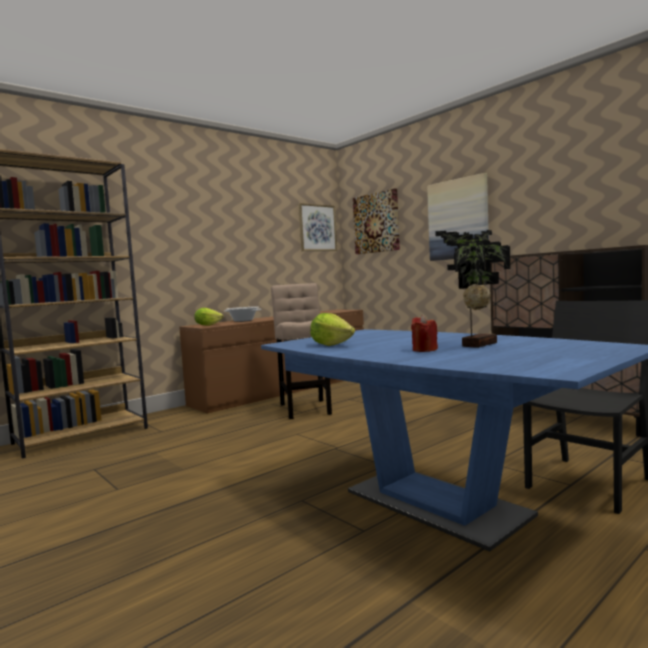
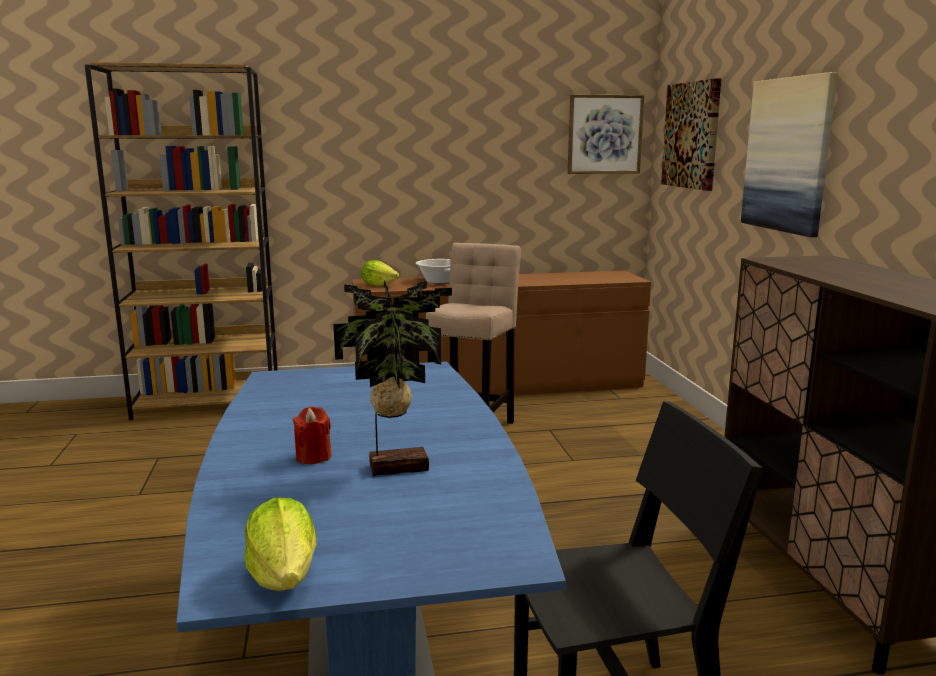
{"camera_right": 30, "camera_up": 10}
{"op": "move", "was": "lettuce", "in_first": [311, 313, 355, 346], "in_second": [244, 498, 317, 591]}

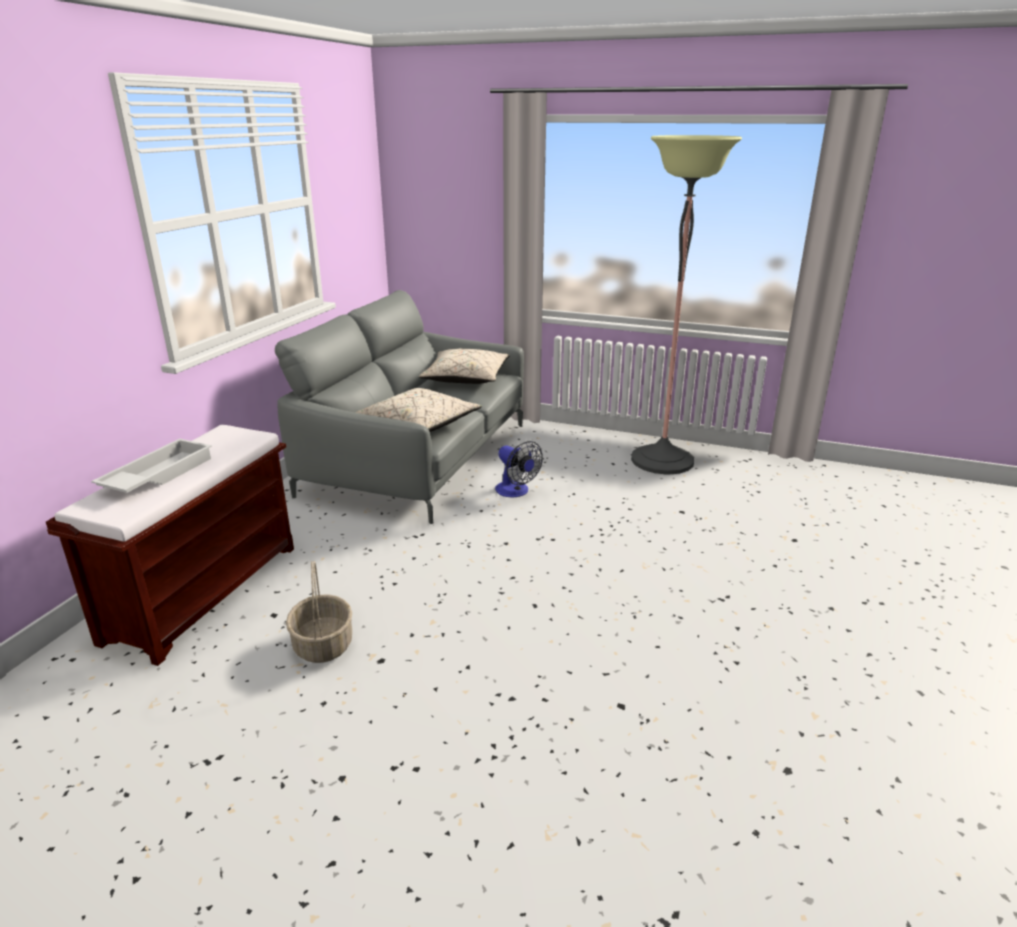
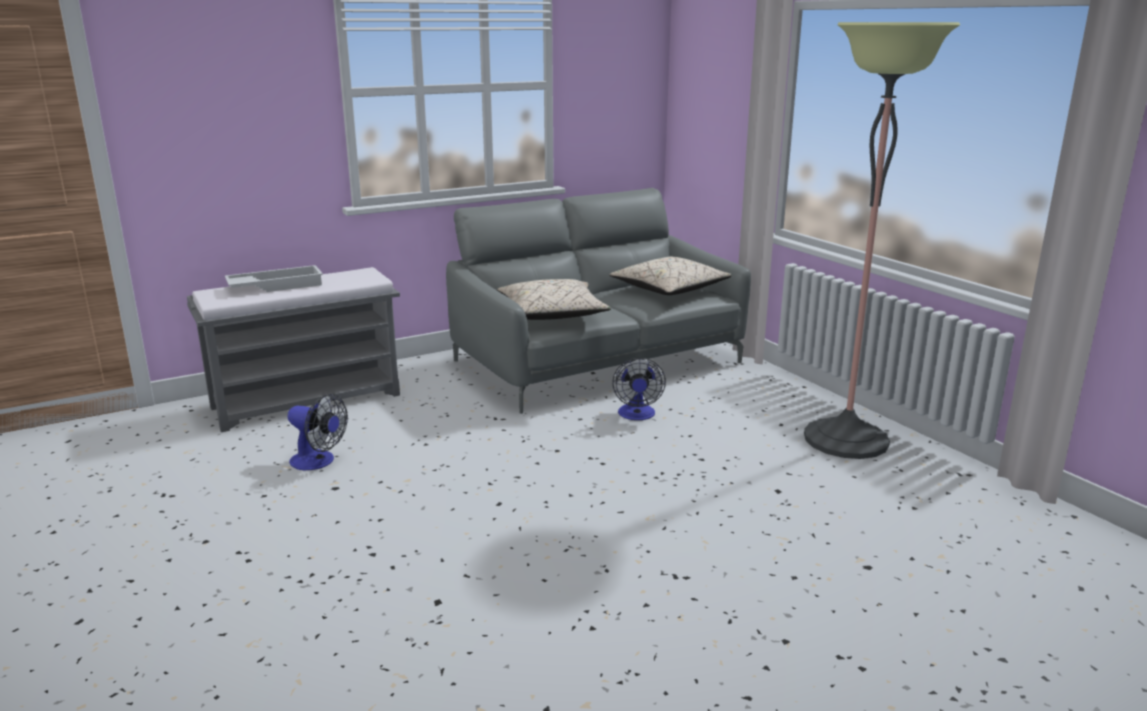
{"camera_right": 40, "camera_up": -5}
{"op": "recolor", "was": "bench (brown)", "now": "bench (grey)", "in_first": [46, 425, 294, 666], "in_second": [187, 267, 400, 432]}
{"op": "replace", "was": "basket", "now": "fan", "in_first": [286, 561, 352, 663], "in_second": [287, 394, 348, 470]}

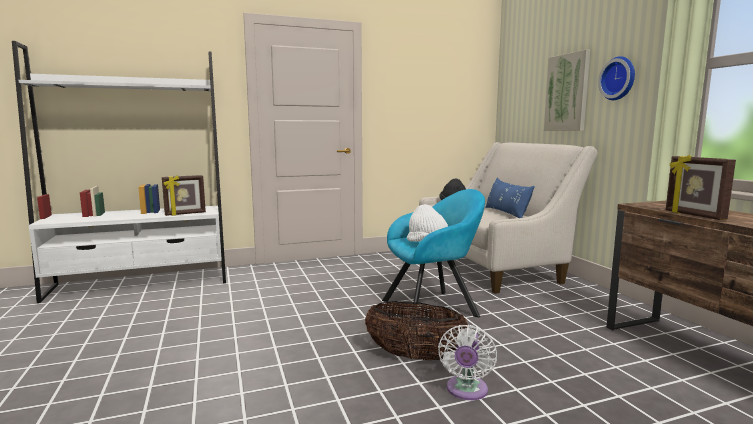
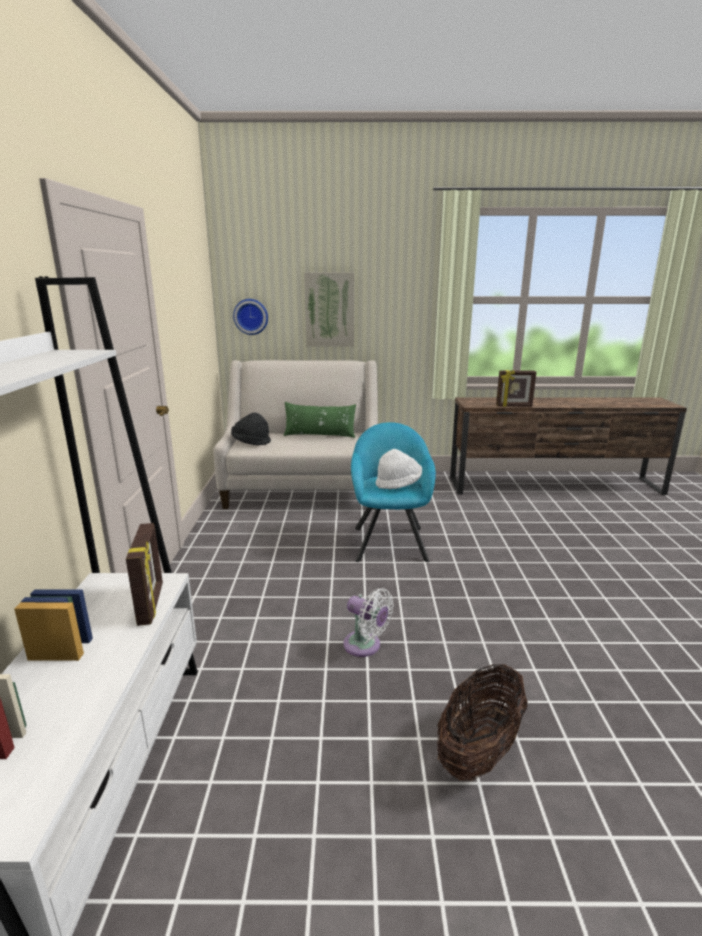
{"camera_right": -70, "camera_up": 10}
{"op": "move", "was": "wall clock", "in_first": [598, 56, 635, 100], "in_second": [233, 299, 268, 335]}
{"op": "recolor", "was": "pillow (blue)", "now": "pillow (green)", "in_first": [485, 178, 535, 218], "in_second": [283, 402, 356, 438]}
{"op": "move", "was": "fan (white)", "in_first": [438, 325, 497, 400], "in_second": [343, 588, 393, 657]}
{"op": "move", "was": "basket", "in_first": [365, 301, 468, 360], "in_second": [437, 663, 528, 781]}

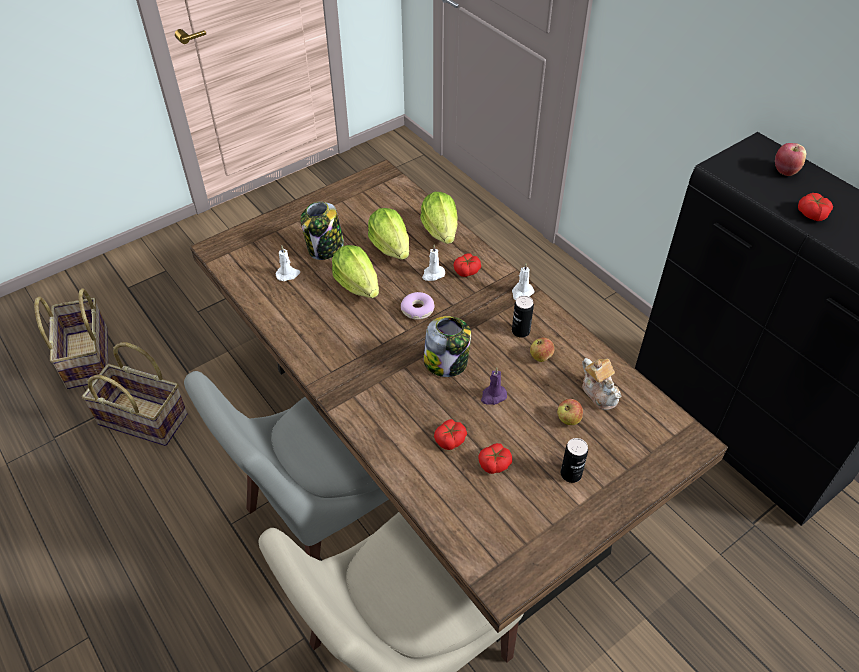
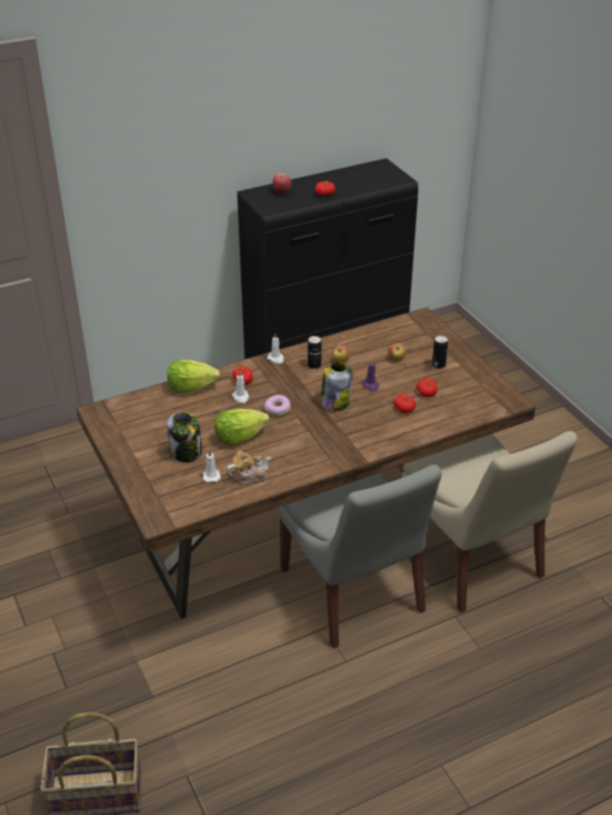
{"camera_right": -80, "camera_up": -10}
{"op": "move", "was": "teapot", "in_first": [582, 358, 621, 410], "in_second": [226, 451, 271, 485]}
{"op": "delete", "was": "basket", "in_first": [82, 342, 188, 446]}
{"op": "delete", "was": "lettuce", "in_first": [368, 208, 409, 260]}

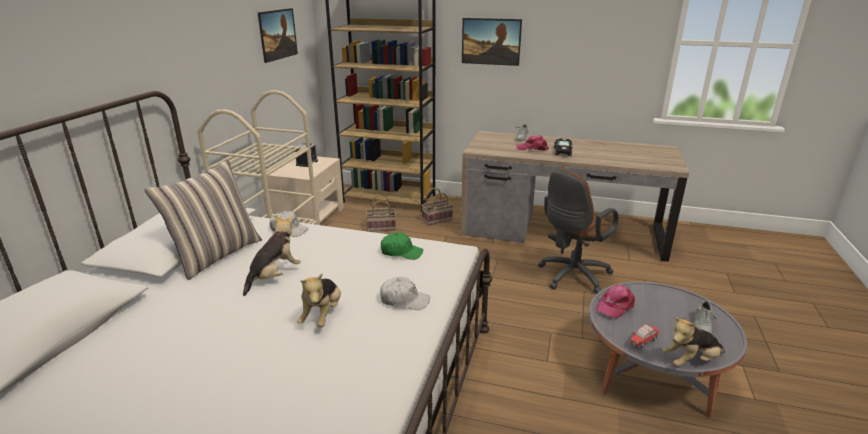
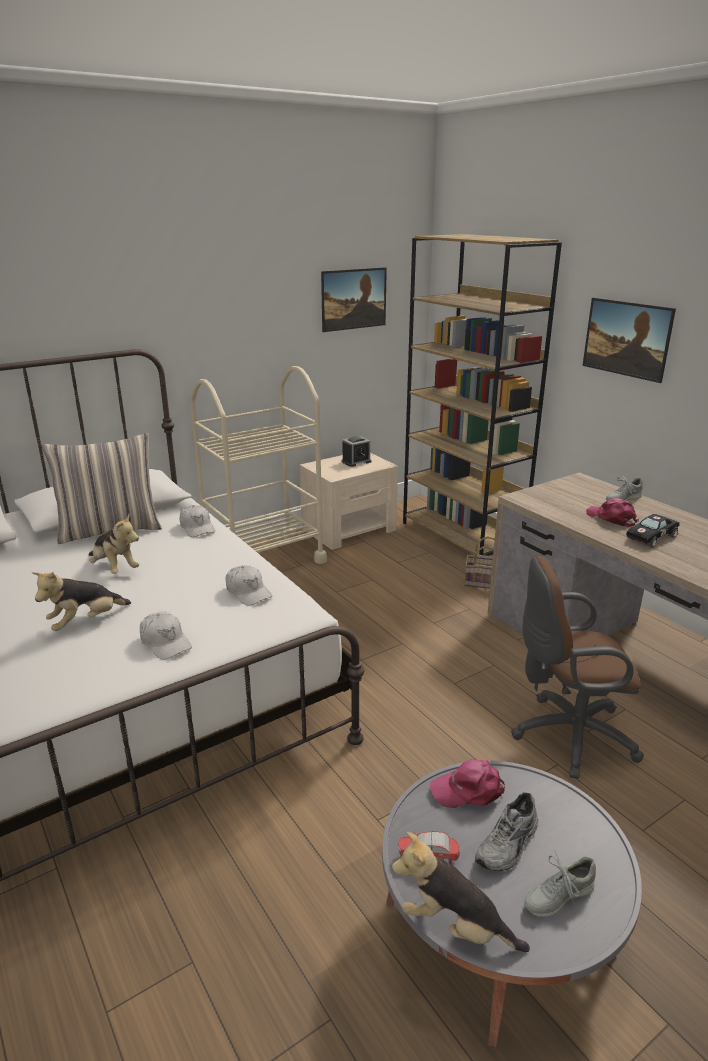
{"camera_right": 40, "camera_up": 0}
{"op": "rotate", "was": "plush toy", "in_first": [243, 215, 301, 296], "in_second": [89, 514, 139, 574], "clockwise": 60}
{"op": "recolor", "was": "cap (green)", "now": "cap (white)", "in_first": [381, 232, 423, 260], "in_second": [226, 565, 272, 606]}
{"op": "insert", "now": "shoe (grey)", "in_second": [475, 792, 538, 871]}
{"op": "delete", "was": "basket", "in_first": [366, 194, 396, 232]}

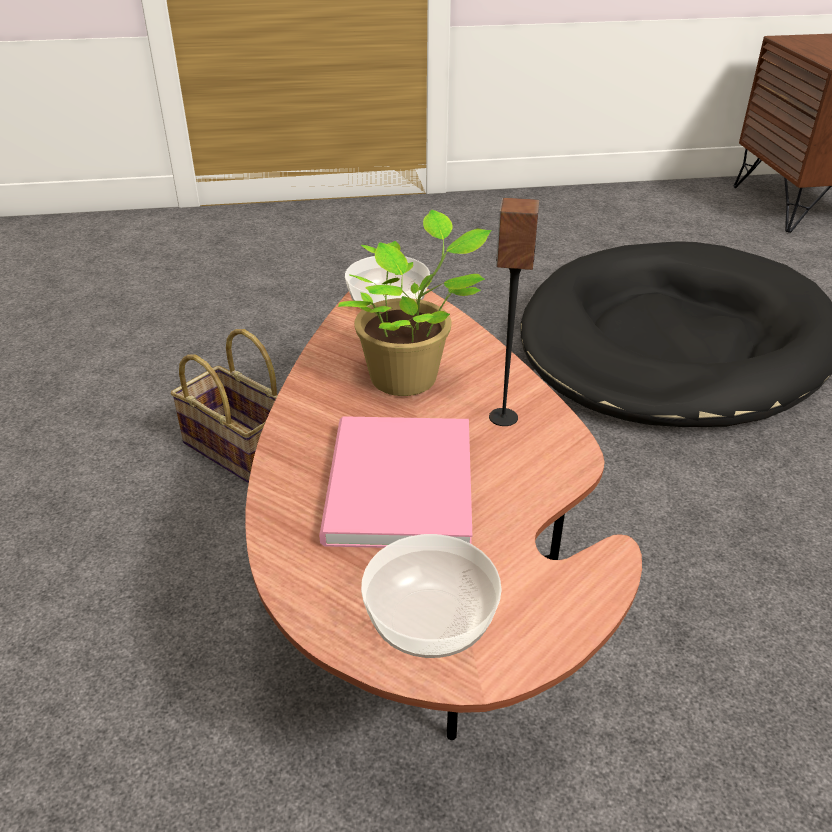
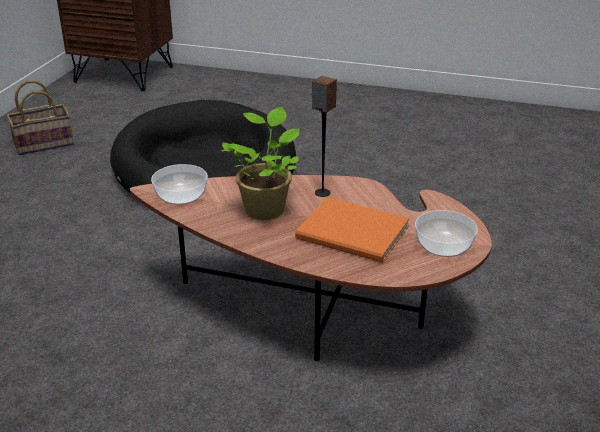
{"camera_right": -65, "camera_up": -5}
{"op": "move", "was": "basket", "in_first": [171, 329, 278, 483], "in_second": [7, 80, 74, 155]}
{"op": "recolor", "was": "book (pink)", "now": "book (orange)", "in_first": [319, 416, 472, 548], "in_second": [295, 197, 410, 263]}

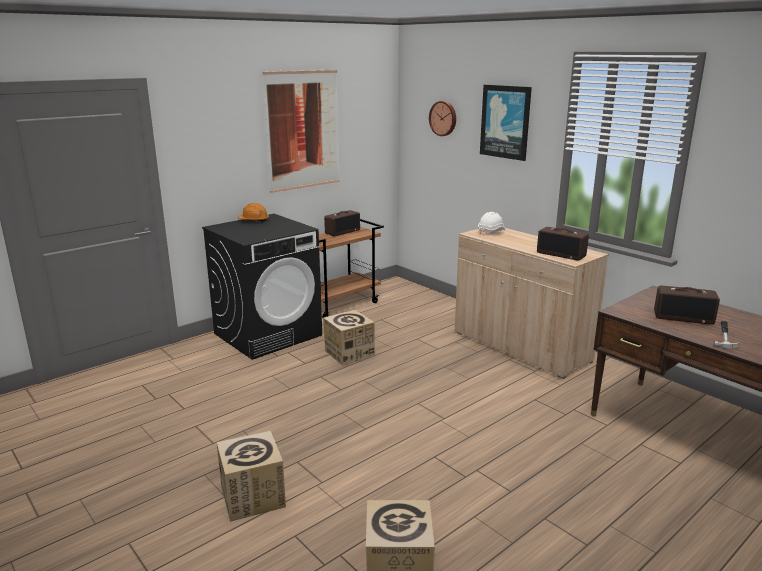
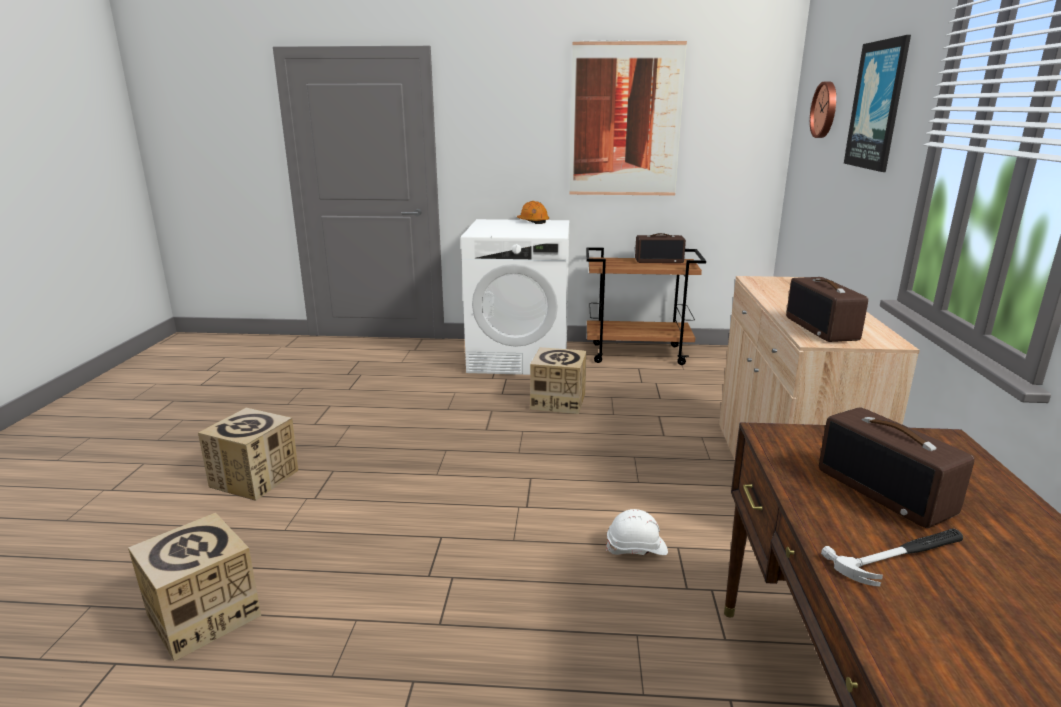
{"camera_right": 45, "camera_up": 0}
{"op": "recolor", "was": "washing machine (black)", "now": "washing machine (white)", "in_first": [202, 214, 322, 360], "in_second": [461, 219, 569, 375]}
{"op": "move", "was": "hard hat (white)", "in_first": [478, 212, 506, 236], "in_second": [606, 509, 668, 555]}

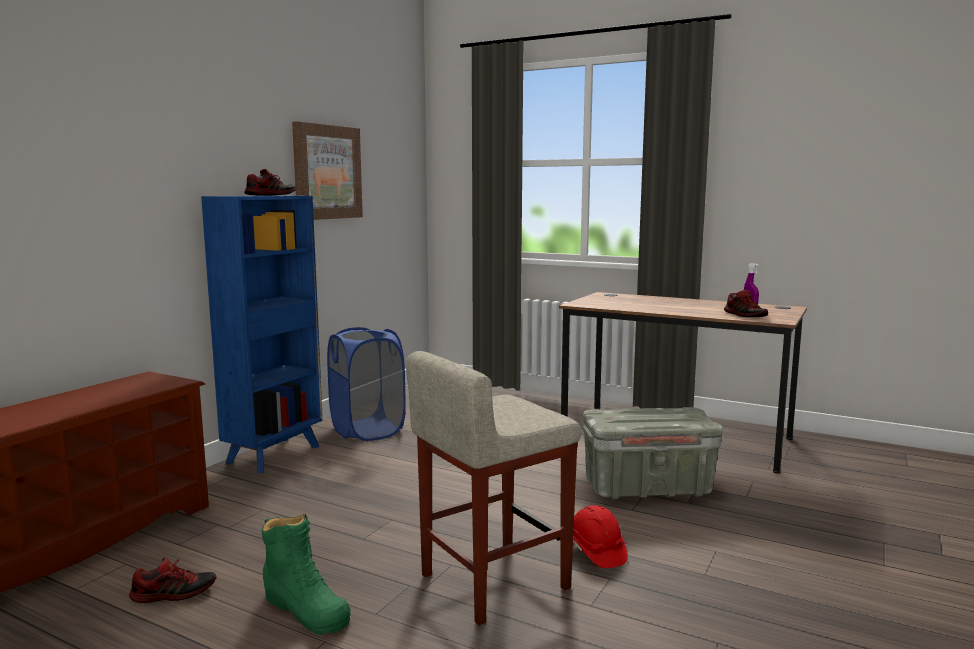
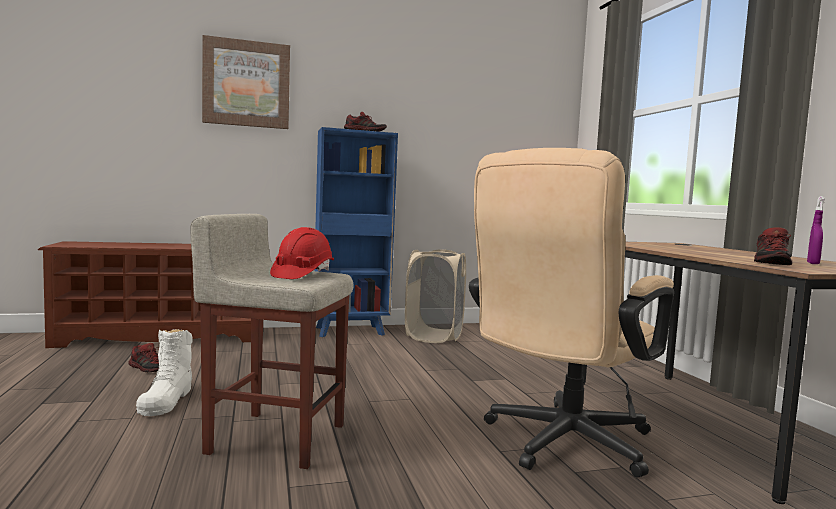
{"camera_right": 45, "camera_up": -5}
{"op": "recolor", "was": "boot (green)", "now": "boot (white)", "in_first": [261, 514, 351, 635], "in_second": [136, 329, 193, 416]}
{"op": "move", "was": "picture", "in_first": [292, 121, 363, 220], "in_second": [202, 35, 290, 129]}
{"op": "move", "was": "hard hat (red)", "in_first": [573, 505, 628, 568], "in_second": [270, 227, 334, 279]}
{"op": "recolor", "was": "laundry basket (blue)", "now": "laundry basket (beige)", "in_first": [327, 327, 406, 441], "in_second": [405, 249, 466, 343]}
{"op": "replace", "was": "storage box (grey)", "now": "office chair (beige)", "in_first": [583, 407, 723, 500], "in_second": [469, 148, 674, 478]}

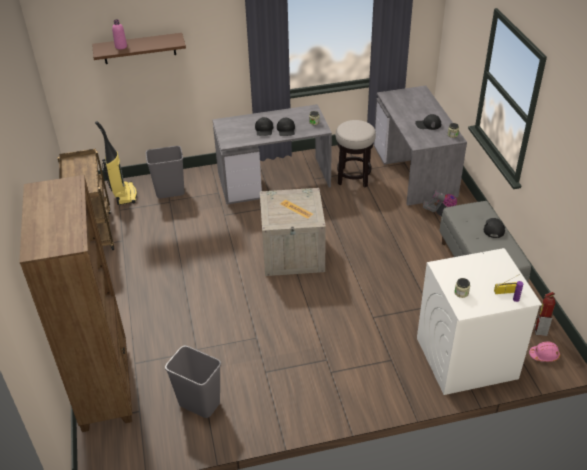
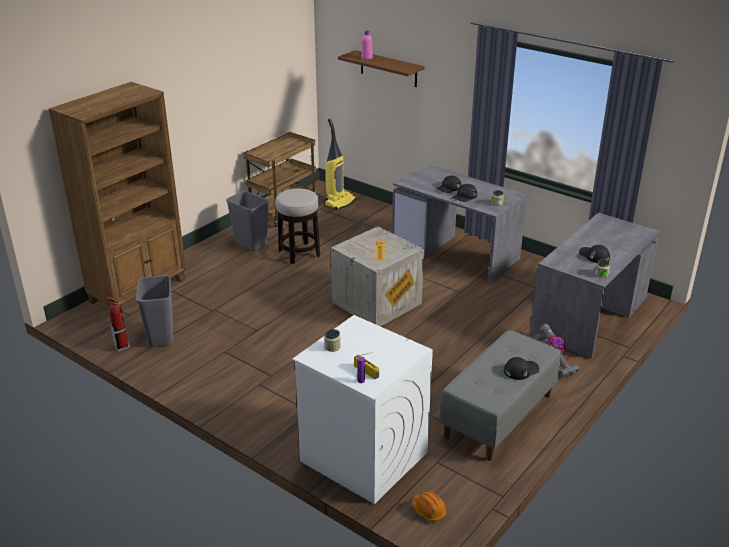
{"camera_right": 50, "camera_up": -10}
{"op": "move", "was": "fire extinguisher", "in_first": [534, 292, 555, 336], "in_second": [106, 297, 130, 352]}
{"op": "move", "was": "trash can (grey)", "in_first": [146, 146, 185, 198], "in_second": [226, 191, 269, 250]}
{"op": "move", "was": "stool", "in_first": [336, 120, 376, 188], "in_second": [275, 188, 320, 264]}
{"op": "recolor", "was": "hard hat (pink)", "now": "hard hat (orange)", "in_first": [529, 342, 560, 362], "in_second": [411, 491, 447, 521]}

